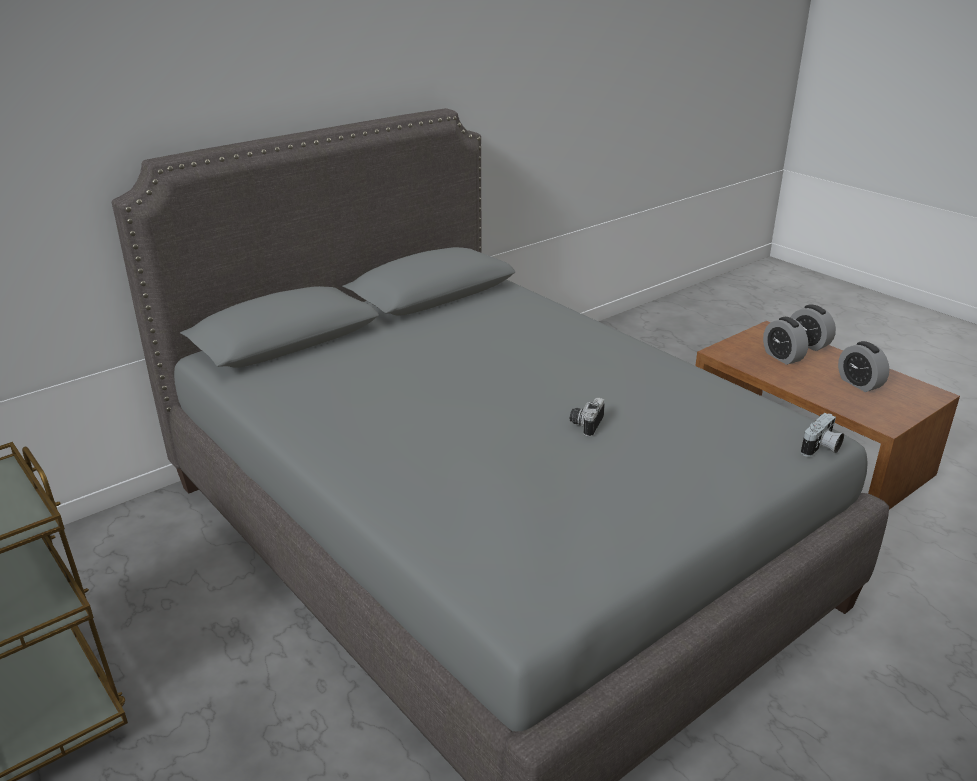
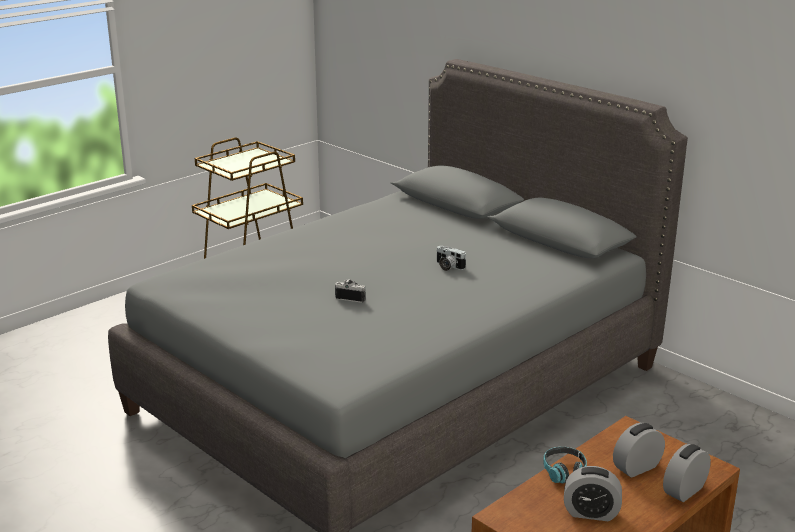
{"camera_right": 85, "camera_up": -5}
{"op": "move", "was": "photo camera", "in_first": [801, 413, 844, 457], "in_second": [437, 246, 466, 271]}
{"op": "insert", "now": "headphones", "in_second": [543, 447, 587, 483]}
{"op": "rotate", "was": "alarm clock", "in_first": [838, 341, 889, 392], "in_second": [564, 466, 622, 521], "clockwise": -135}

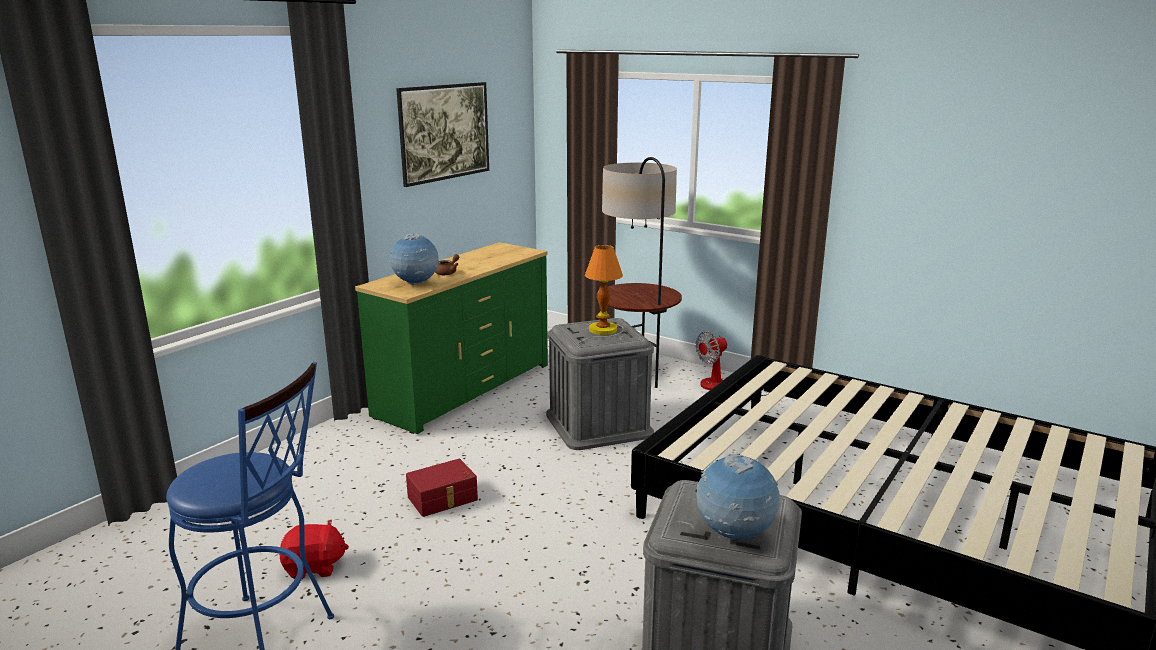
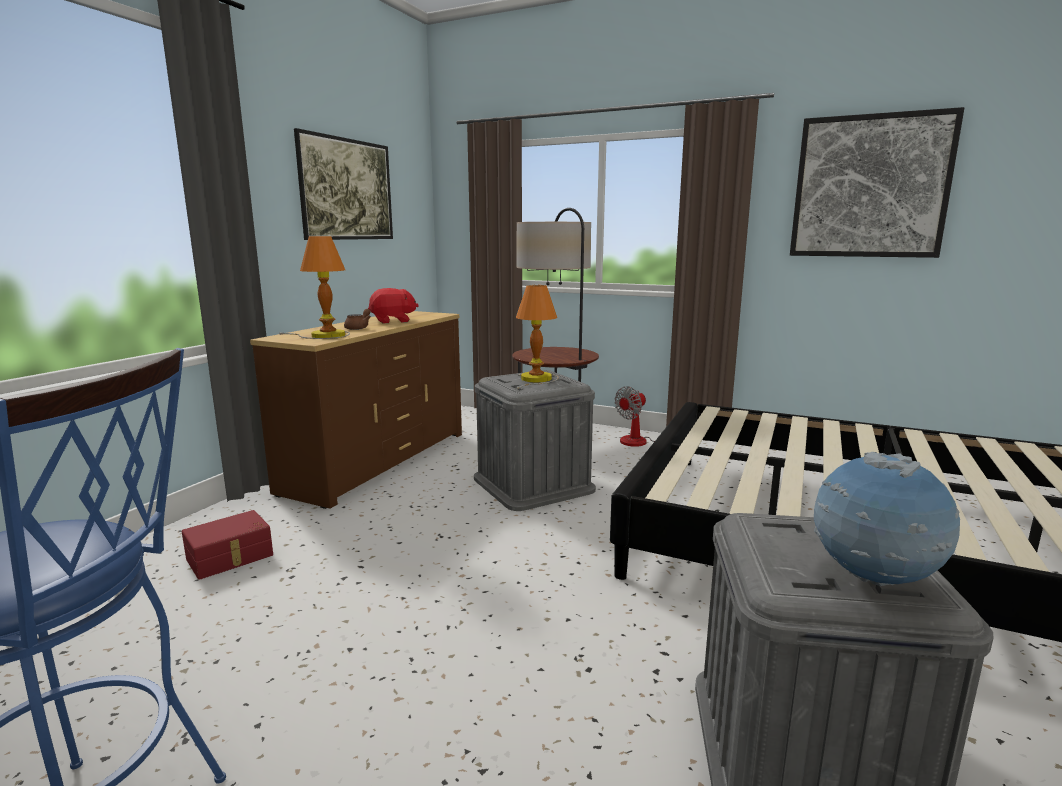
{"camera_right": -10, "camera_up": -5}
{"op": "move", "was": "storage box (red)", "in_first": [406, 459, 478, 517], "in_second": [182, 510, 273, 580]}
{"op": "recolor", "was": "dresser (green)", "now": "dresser (brown)", "in_first": [355, 242, 548, 434], "in_second": [250, 311, 462, 509]}
{"op": "replace", "was": "globe", "now": "table lamp", "in_first": [390, 233, 439, 285], "in_second": [278, 236, 350, 339]}
{"op": "move", "was": "plush toy (red)", "in_first": [279, 520, 349, 579], "in_second": [368, 288, 419, 323]}
{"op": "insert", "now": "picture", "in_second": [790, 107, 965, 258]}

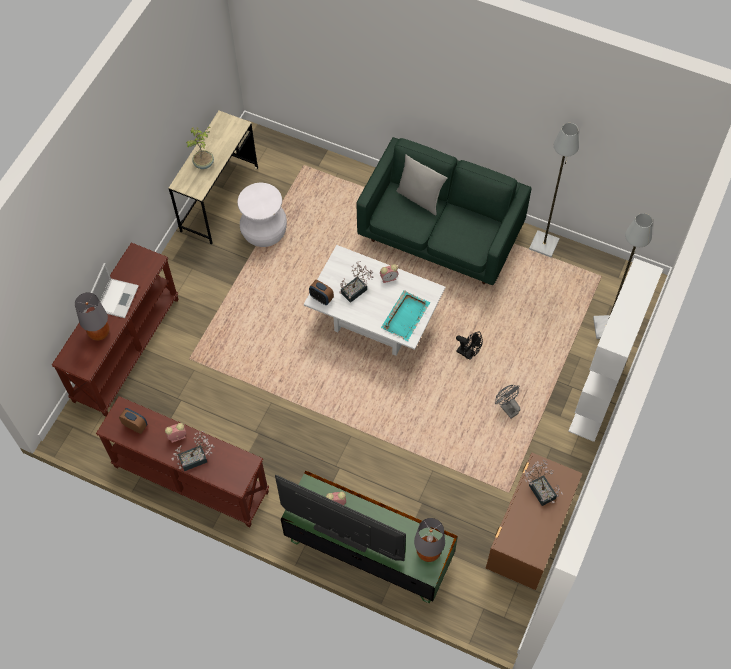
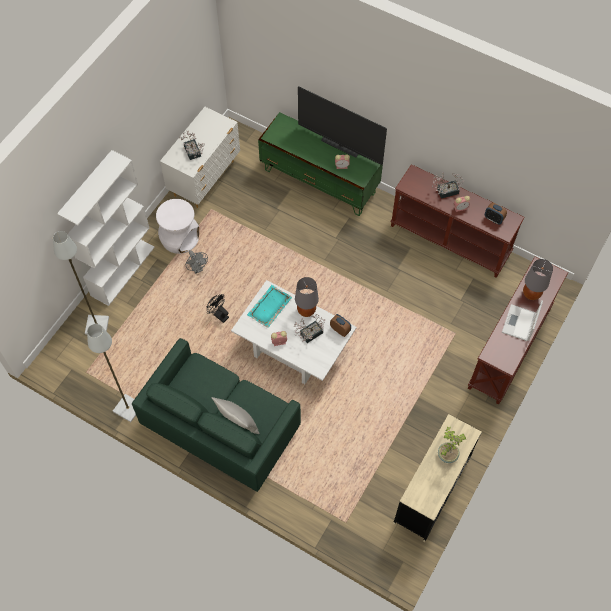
{"camera_right": -175, "camera_up": 0}
{"op": "move", "was": "stool (white)", "in_first": [237, 183, 287, 247], "in_second": [156, 199, 199, 254]}
{"op": "recolor", "was": "dresser (brown)", "now": "dresser (white)", "in_first": [486, 452, 583, 590], "in_second": [160, 107, 240, 208]}
{"op": "move", "was": "table lamp (grey)", "in_first": [414, 518, 445, 562], "in_second": [295, 277, 319, 317]}

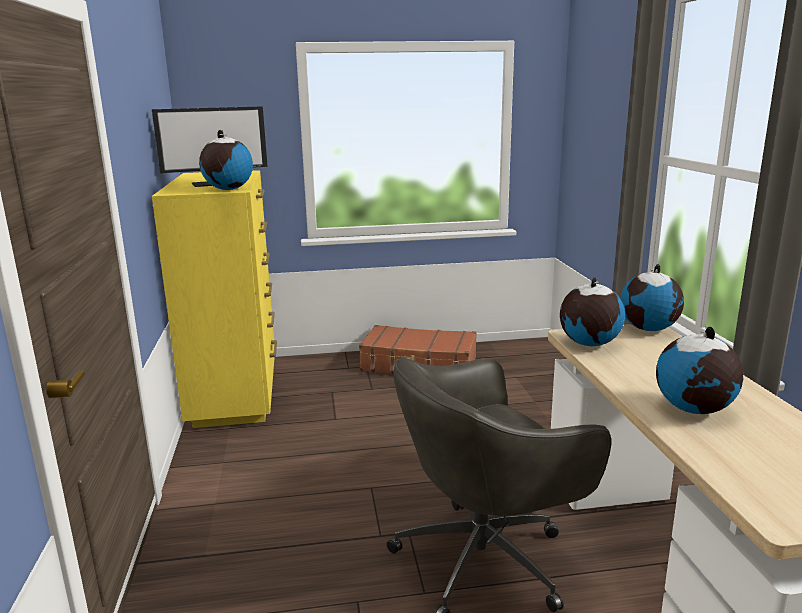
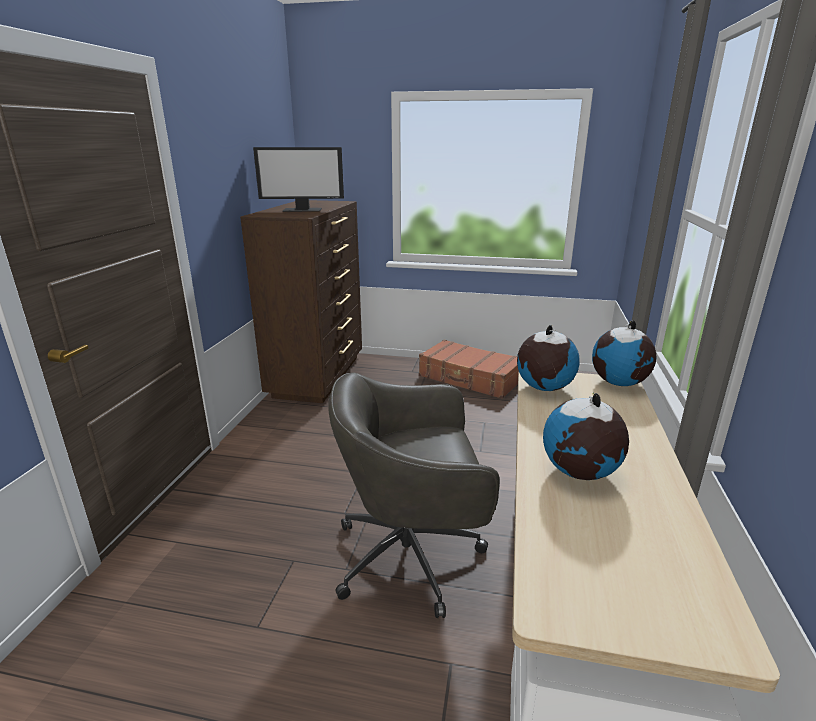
{"camera_right": 20, "camera_up": 5}
{"op": "recolor", "was": "dresser (yellow)", "now": "dresser (brown)", "in_first": [152, 170, 277, 428], "in_second": [240, 200, 362, 403]}
{"op": "delete", "was": "globe", "in_first": [199, 130, 253, 190]}

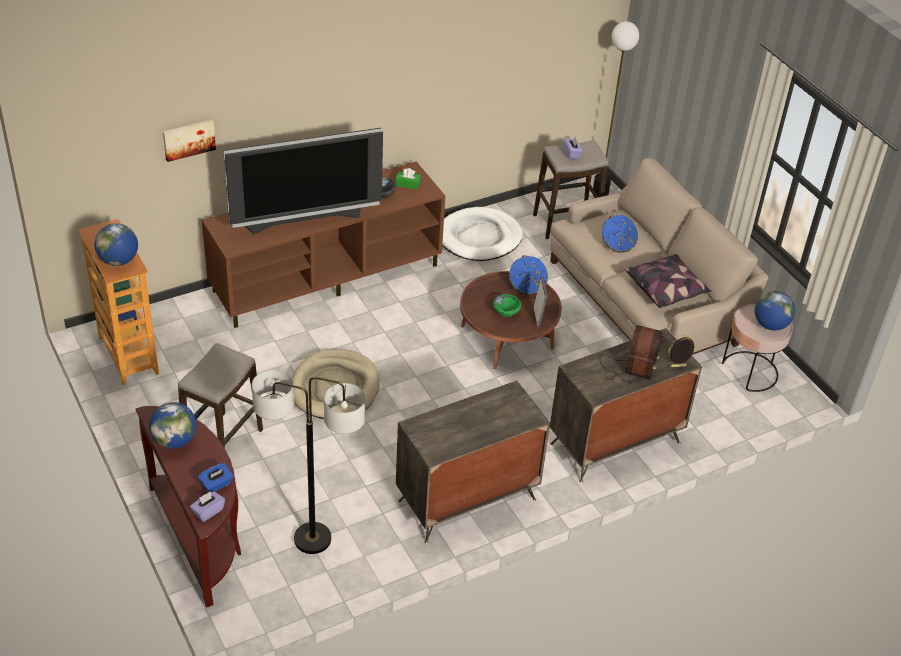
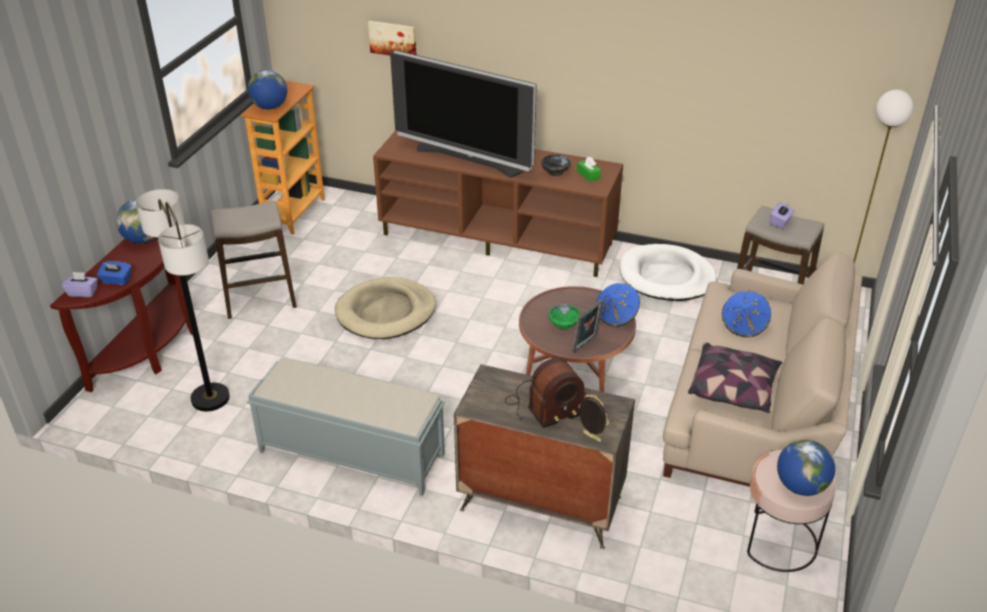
{"camera_right": 50, "camera_up": -5}
{"op": "replace", "was": "dresser", "now": "bench (grey)", "in_first": [396, 381, 550, 543], "in_second": [247, 358, 445, 496]}

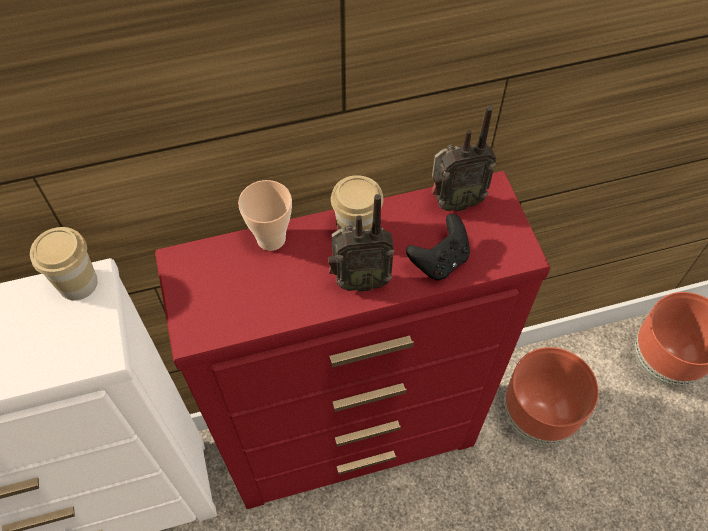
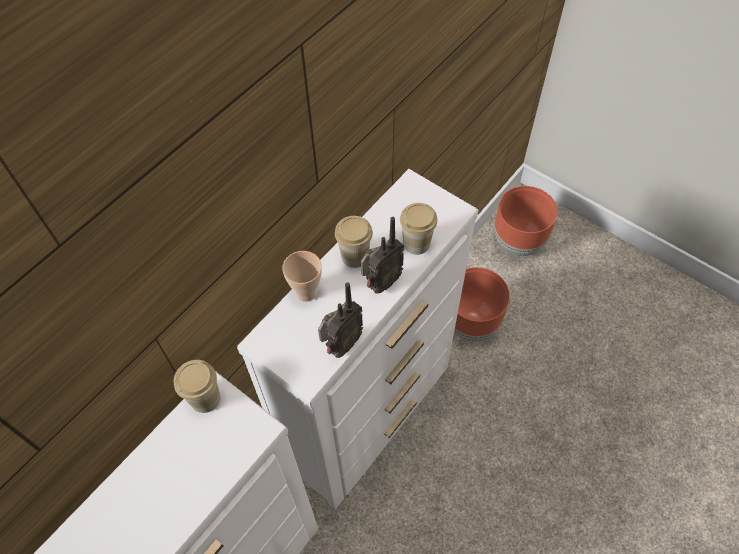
{"camera_right": -35, "camera_up": 0}
{"op": "recolor", "was": "dresser (red)", "now": "dresser (white)", "in_first": [155, 171, 551, 509], "in_second": [237, 169, 478, 510]}
{"op": "move", "was": "radio", "in_first": [431, 106, 496, 212], "in_second": [318, 283, 363, 358]}
{"op": "replace", "was": "game controller (black)", "now": "cup", "in_first": [406, 214, 470, 280], "in_second": [400, 203, 437, 255]}

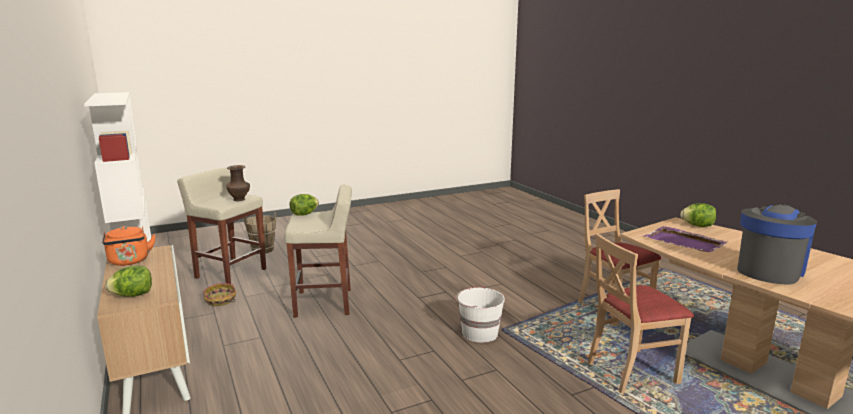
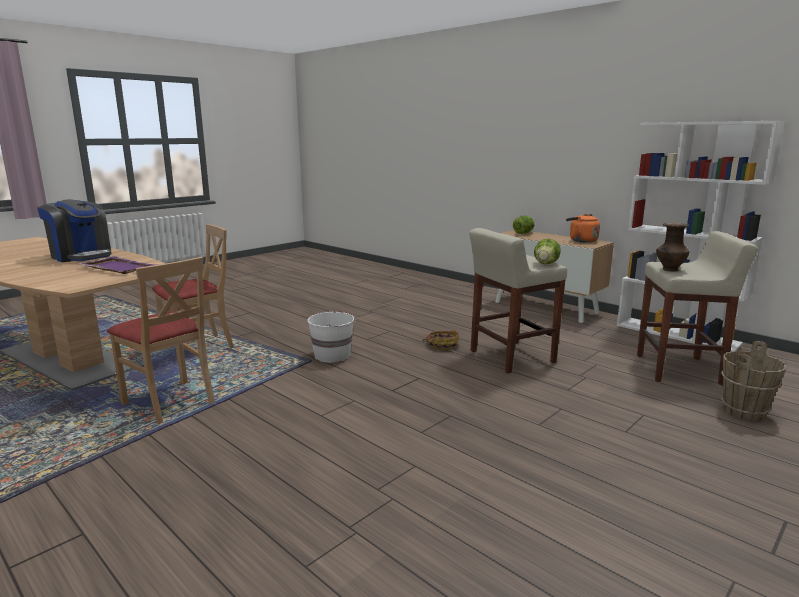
{"camera_right": 160, "camera_up": 0}
{"op": "rotate", "was": "coffee machine", "in_first": [737, 204, 817, 285], "in_second": [37, 199, 112, 262], "clockwise": -75}
{"op": "move", "was": "basket", "in_first": [203, 283, 237, 306], "in_second": [422, 330, 459, 350]}
{"op": "delete", "was": "lettuce", "in_first": [680, 203, 716, 227]}

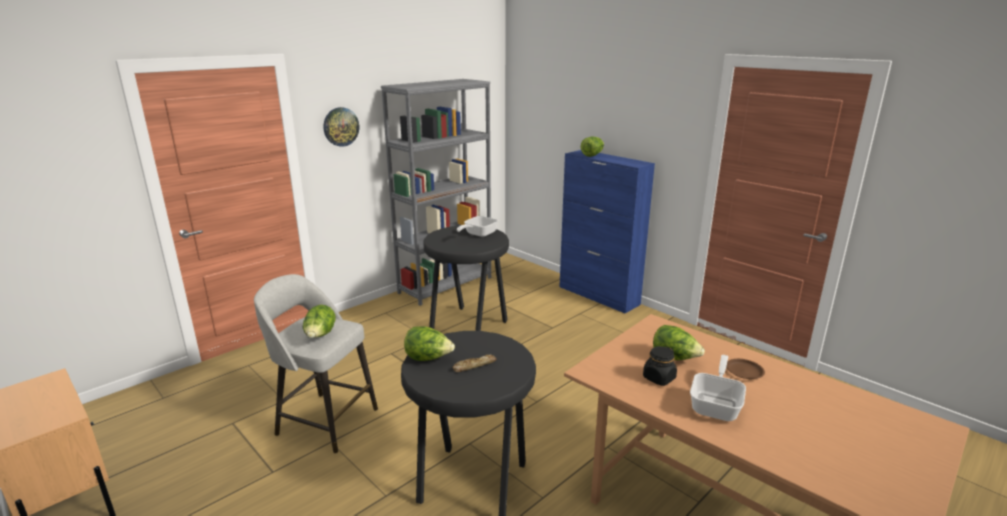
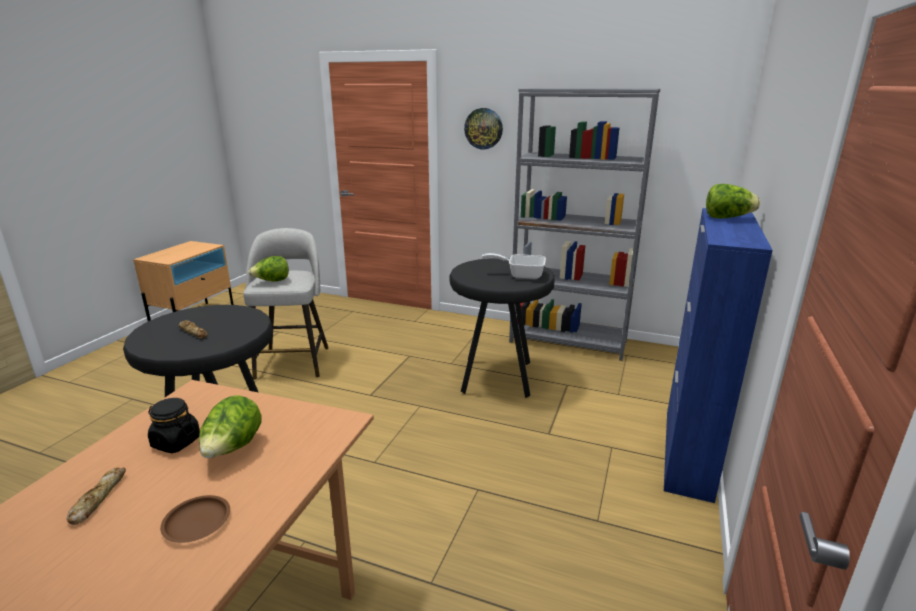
{"camera_right": 65, "camera_up": 0}
{"op": "replace", "was": "frying pan", "now": "bread", "in_first": [690, 355, 746, 421], "in_second": [67, 467, 126, 525]}
{"op": "delete", "was": "lettuce", "in_first": [404, 326, 455, 361]}

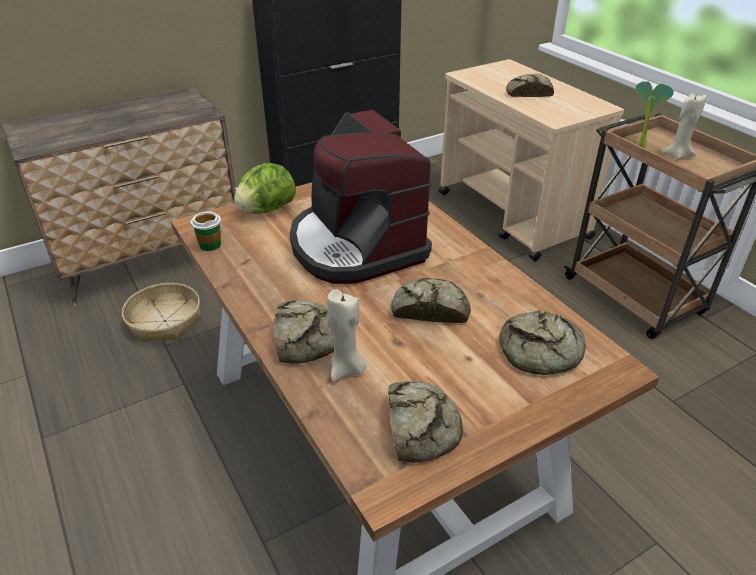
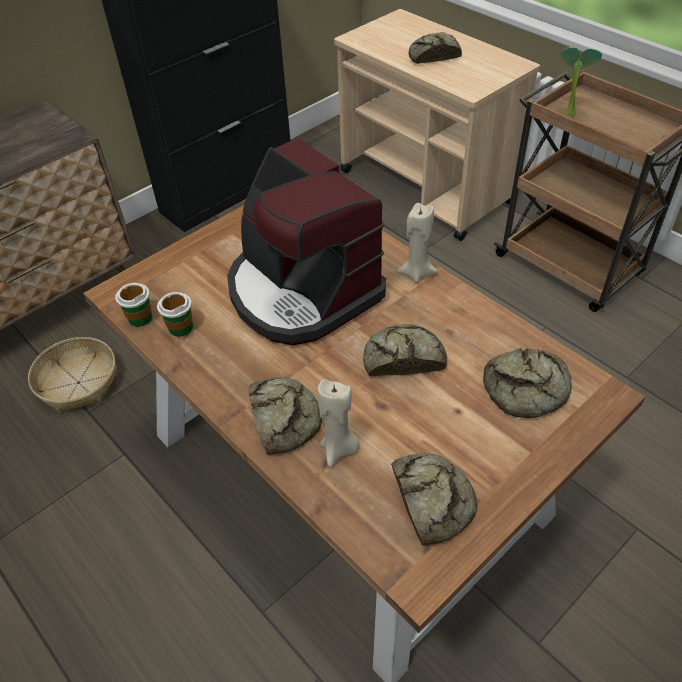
{"camera_right": -10, "camera_up": 10}
{"op": "insert", "now": "cup", "in_second": [157, 292, 193, 337]}
{"op": "move", "was": "candle (beige)", "in_first": [662, 94, 707, 160], "in_second": [397, 203, 438, 283]}
{"op": "delete", "was": "lettuce", "in_first": [234, 163, 296, 214]}

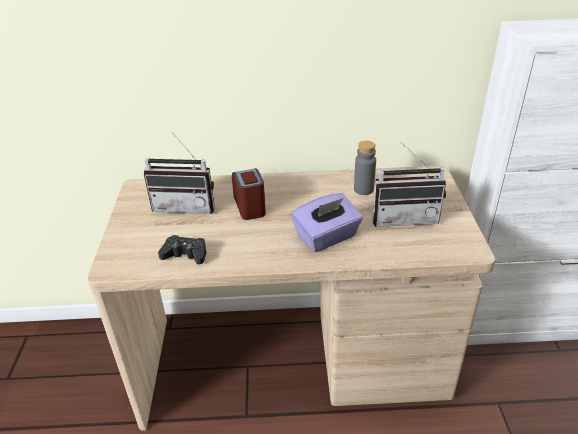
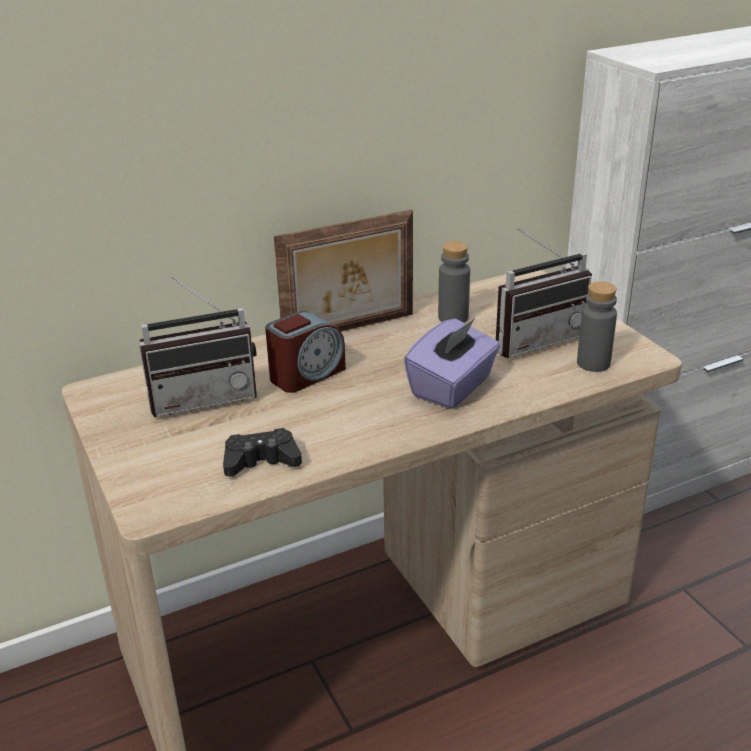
{"camera_right": -25, "camera_up": -5}
{"op": "rotate", "was": "alarm clock", "in_first": [232, 168, 266, 220], "in_second": [265, 311, 346, 393], "clockwise": 90}
{"op": "insert", "now": "picture frame", "in_second": [274, 210, 413, 331]}
{"op": "insert", "now": "bottle (grey)", "in_second": [577, 281, 617, 372]}

